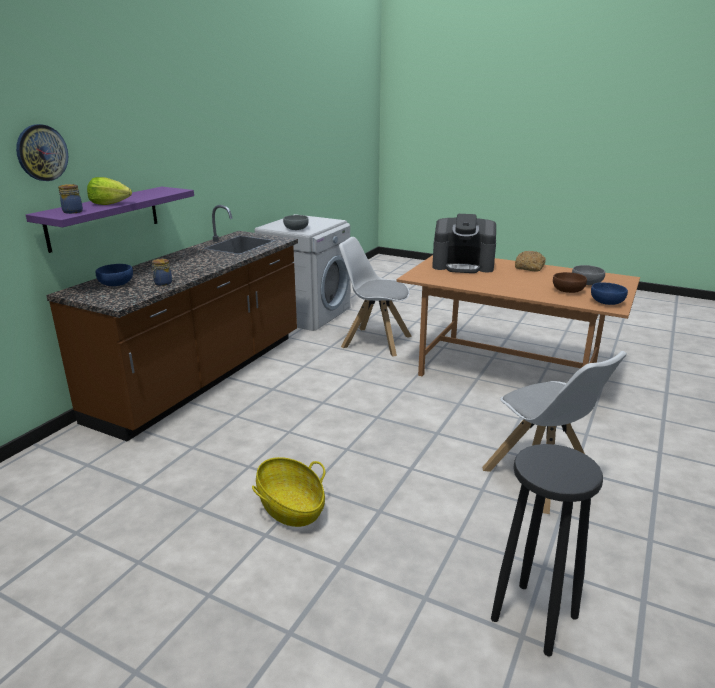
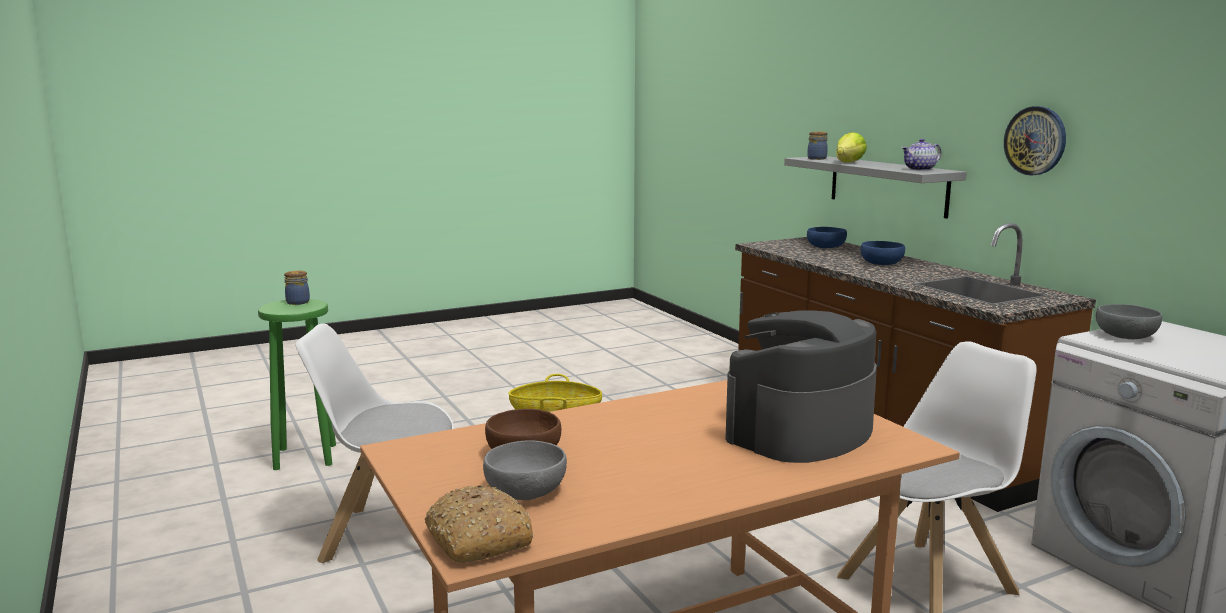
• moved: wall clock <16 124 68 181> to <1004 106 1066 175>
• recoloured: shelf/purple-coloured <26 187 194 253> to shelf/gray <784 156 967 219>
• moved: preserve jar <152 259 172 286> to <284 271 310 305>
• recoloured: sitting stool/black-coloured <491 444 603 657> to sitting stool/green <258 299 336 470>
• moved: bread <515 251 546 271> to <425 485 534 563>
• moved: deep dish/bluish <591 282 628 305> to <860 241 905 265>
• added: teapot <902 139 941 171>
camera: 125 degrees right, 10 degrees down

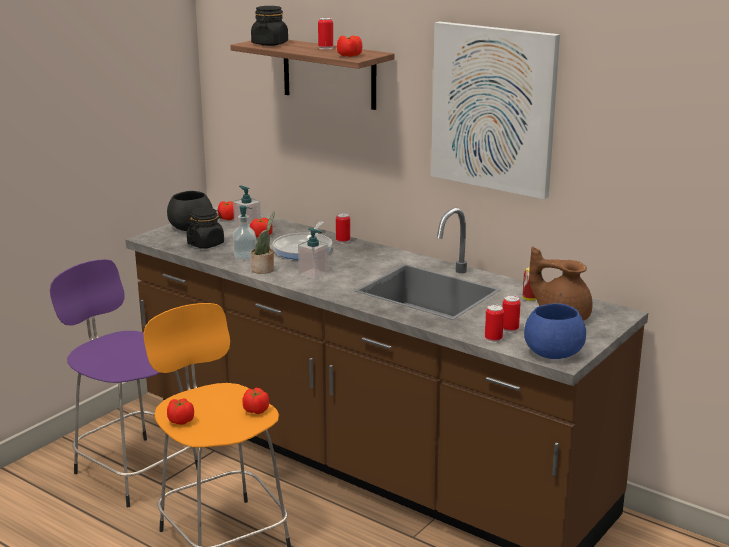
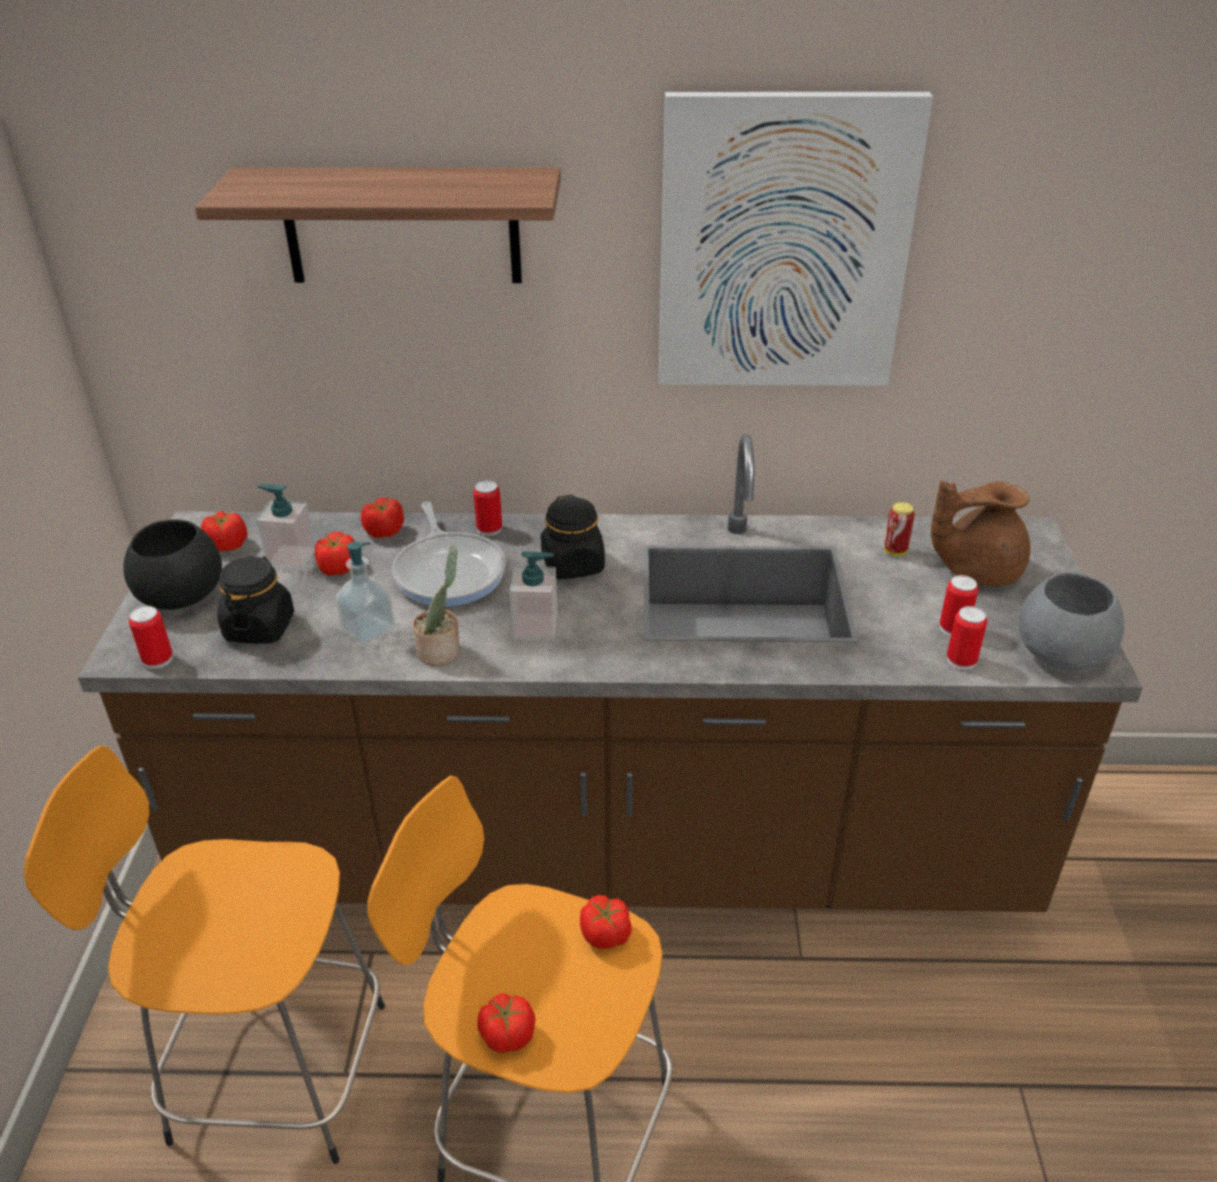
• recoloured: sitting stool/purple-coloured <50 259 198 507> to sitting stool/orange <23 746 385 1164>
• moved: preserve jar/black-coloured <251 6 288 46> to <541 495 605 579>
• moved: can <318 17 333 50> to <129 606 173 669>
• moved: tomato <337 35 362 57> to <361 498 404 538>
• recoloured: deep dish/bluish <524 303 586 359> to deep dish/gray <1018 572 1124 670>
camera: 35 degrees left, 15 degrees up

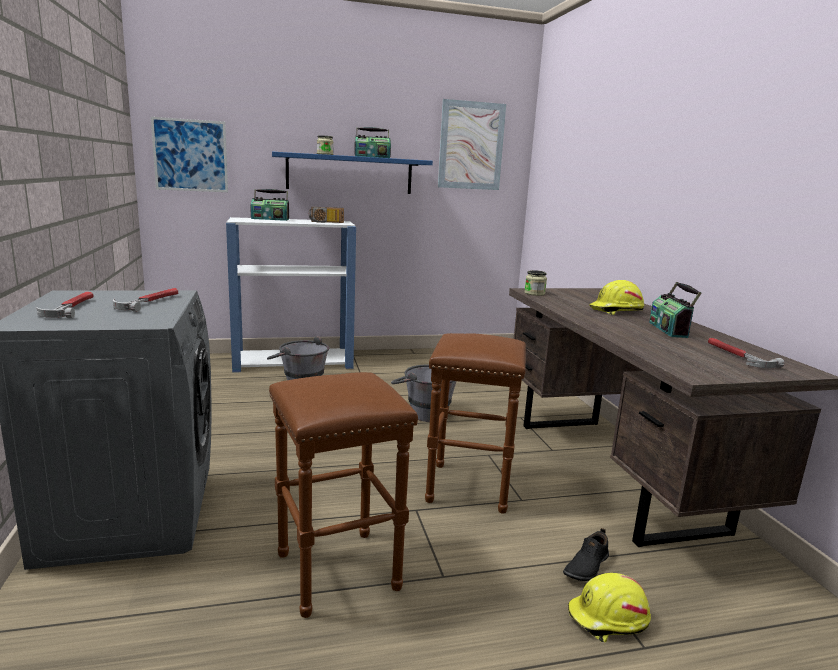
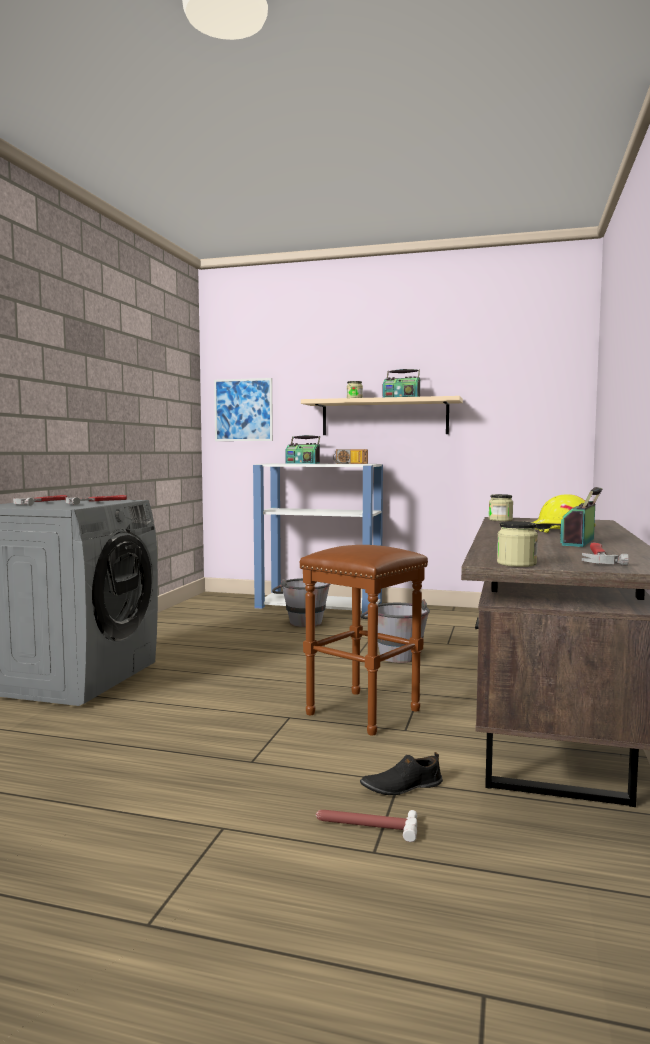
• removed: sitting stool/brown-coloured <269 372 418 618>
• recoloured: shelf/bluish <272 152 433 194> to shelf/sand-coloured <301 396 463 435>
• removed: picture <438 99 506 190>
• replaced: hard hat/yellow-coloured <568 573 651 642> to hammer <316 810 417 842>
• added: preserve jar <497 521 538 567>
camera: 30 degrees right, 10 degrees down

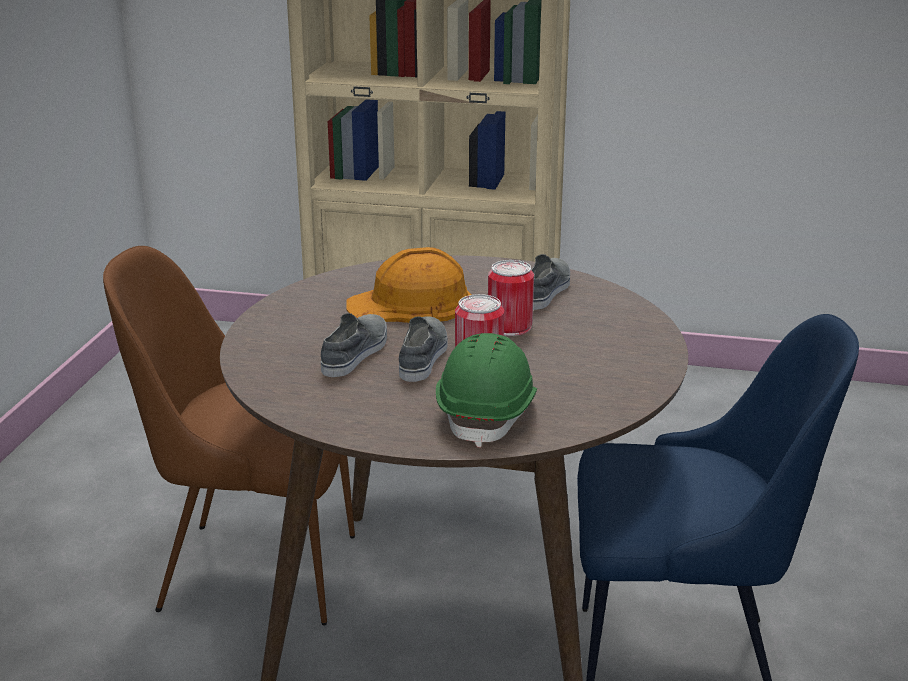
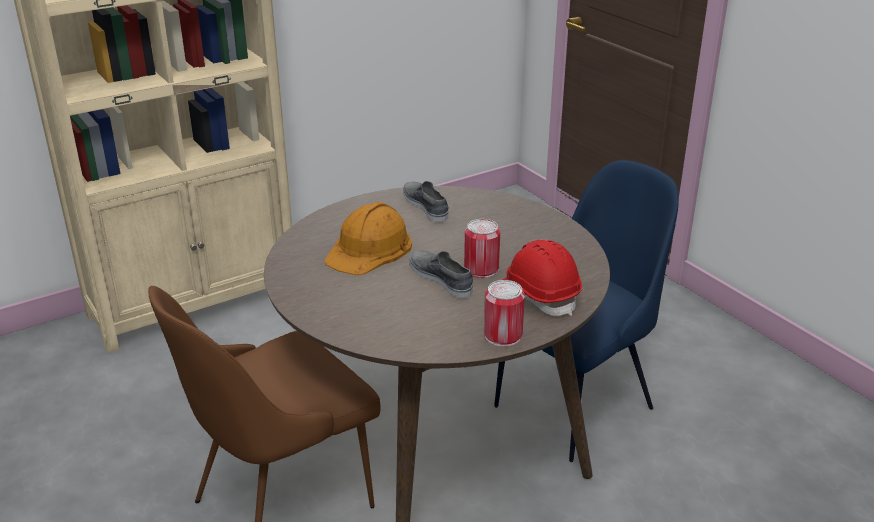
• removed: low shoe/gray <321 313 387 377>
• recoloured: hard hat/green <436 333 537 447> to hard hat/red <503 240 582 316>
• moved: can <488 260 534 336> to <484 280 525 347>
camera: 45 degrees left, 5 degrees up

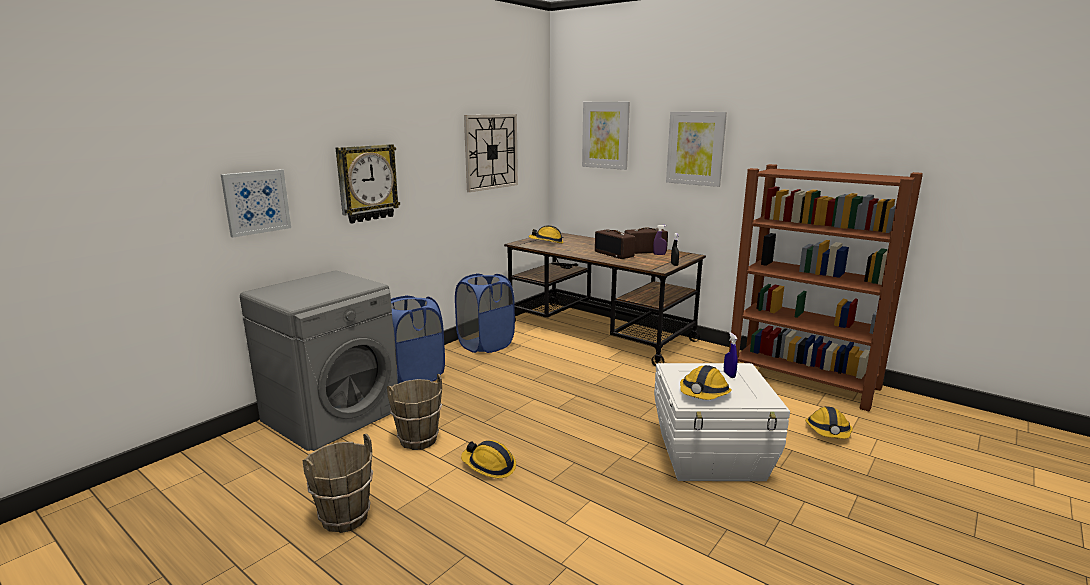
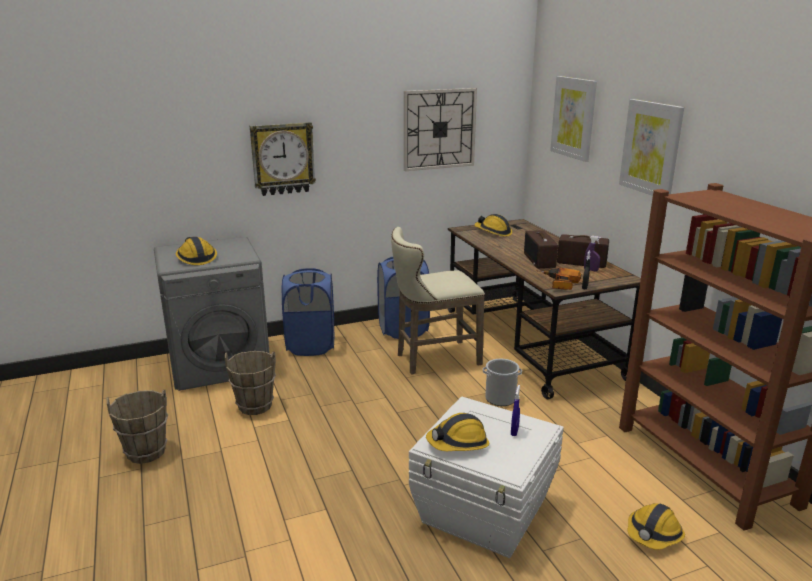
• removed: picture <220 169 291 237>
• moved: hard hat <461 440 516 478> to <176 237 217 265>
• added: sitting stool/sand-coloured <391 227 485 375>
• added: pail <483 359 522 406>
• added: electric drill <536 268 581 290>
camera: 30 degrees right, 5 degrees up

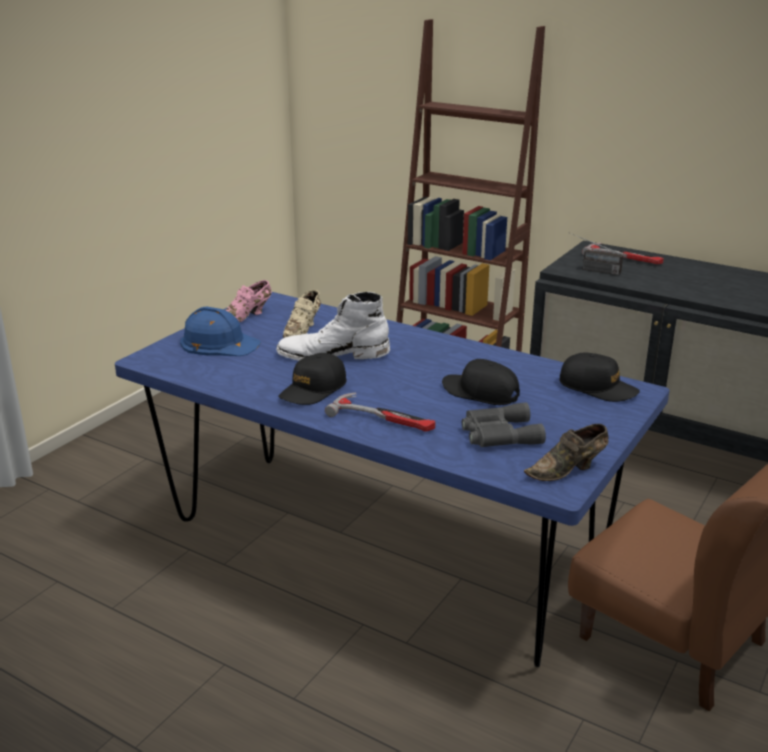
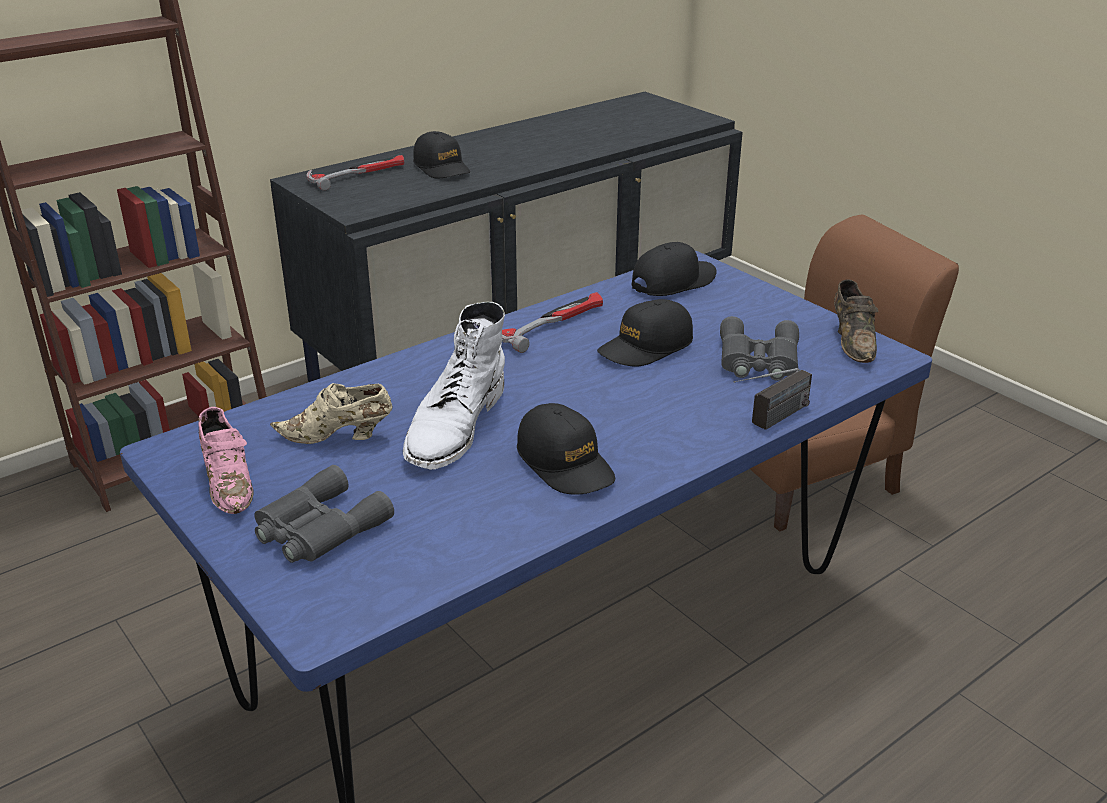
• replaced: hard hat/bluish <180 307 261 356> to binoculars/gray <254 465 394 563>
• turned: low shoe/sand-coloured <283 290 321 338> = <270 383 392 444> 135 degrees clockwise
• moved: hammer <325 393 435 432> to <502 292 603 353>
• moved: radio receiver <570 233 623 275> to <734 368 812 430>
• added: peaked cap/black-coloured <413 131 470 178>
camera: 70 degrees left, 5 degrees up

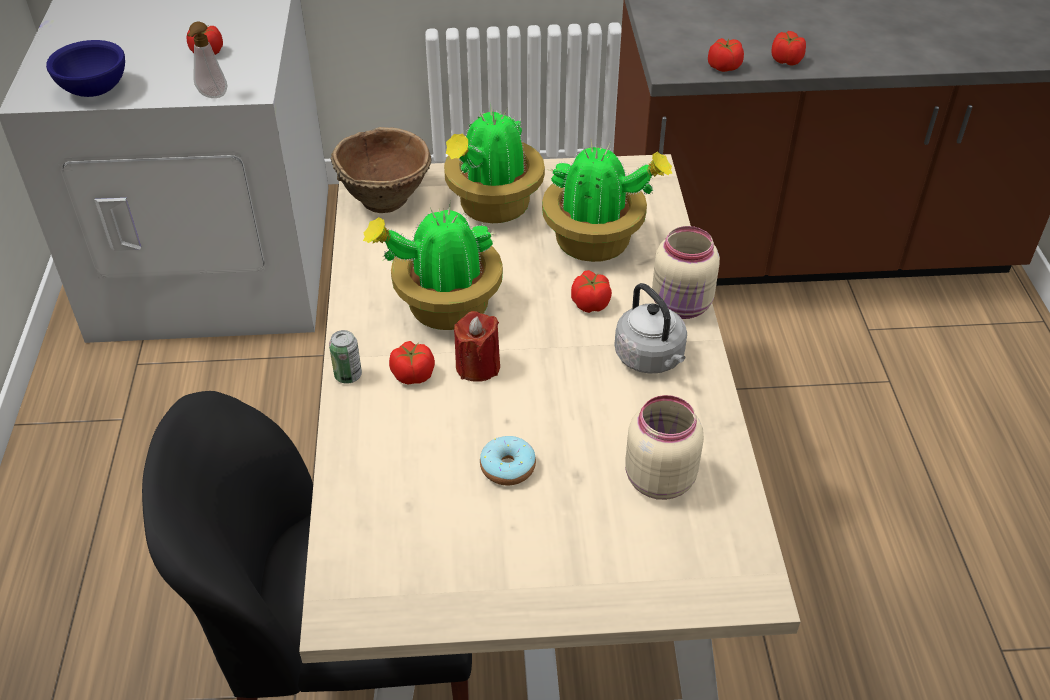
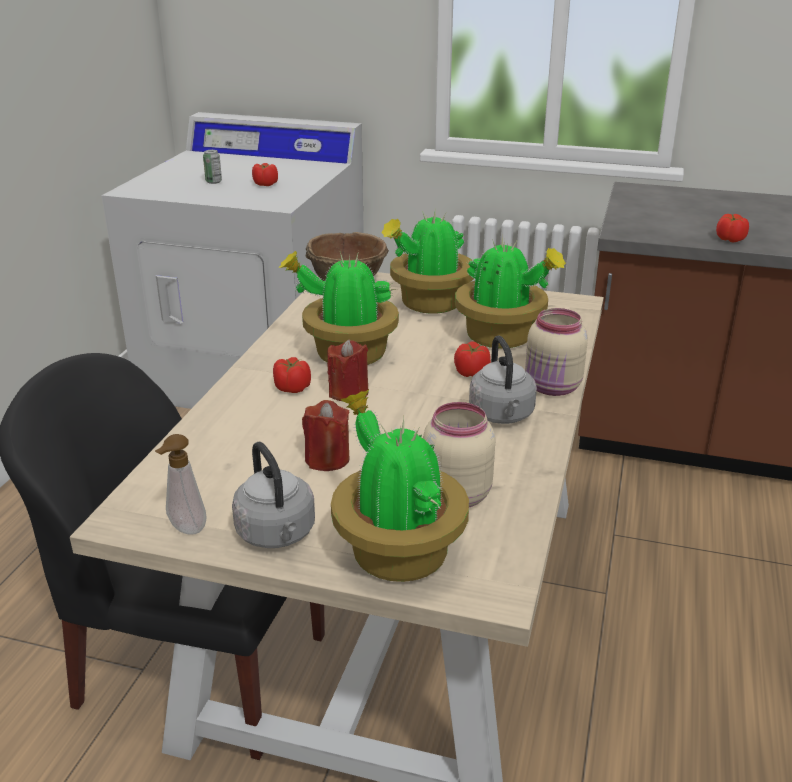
• removed: deep dish/bluish <46 40 125 97>
• moved: soap dispenser <187 22 228 98> to <155 434 206 535>
• moved: can <329 330 362 384> to <203 150 222 184>
• replaced: ring doughnut <480 436 536 485> to candle/red <302 400 350 471>
• removed: tomato <708 38 744 72>
• added: water kettle/gray <232 442 315 548>
• added: houseplant <331 389 469 582>
camera: 20 degrees right, 15 degrees down

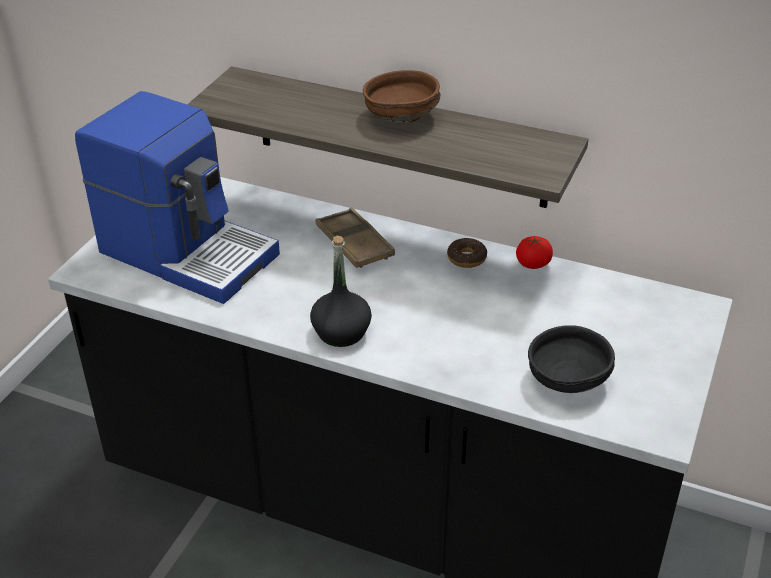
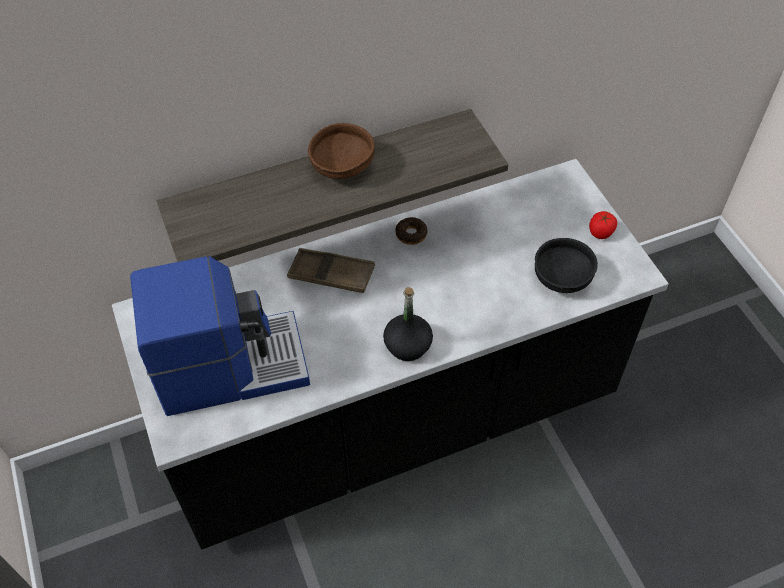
• moved: tomato <516 236 553 269> to <589 211 617 239>
camera: 45 degrees left, 15 degrees up

